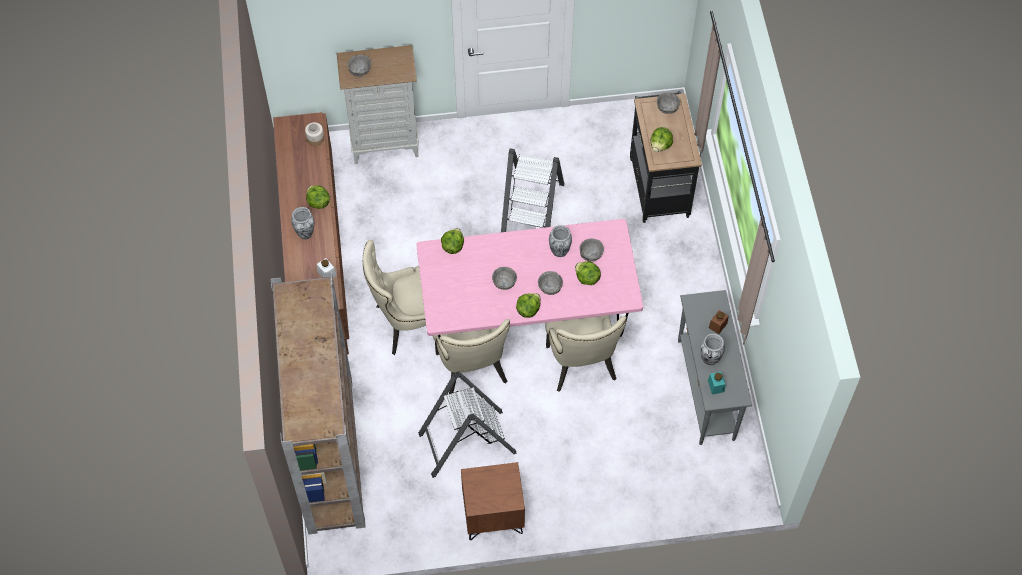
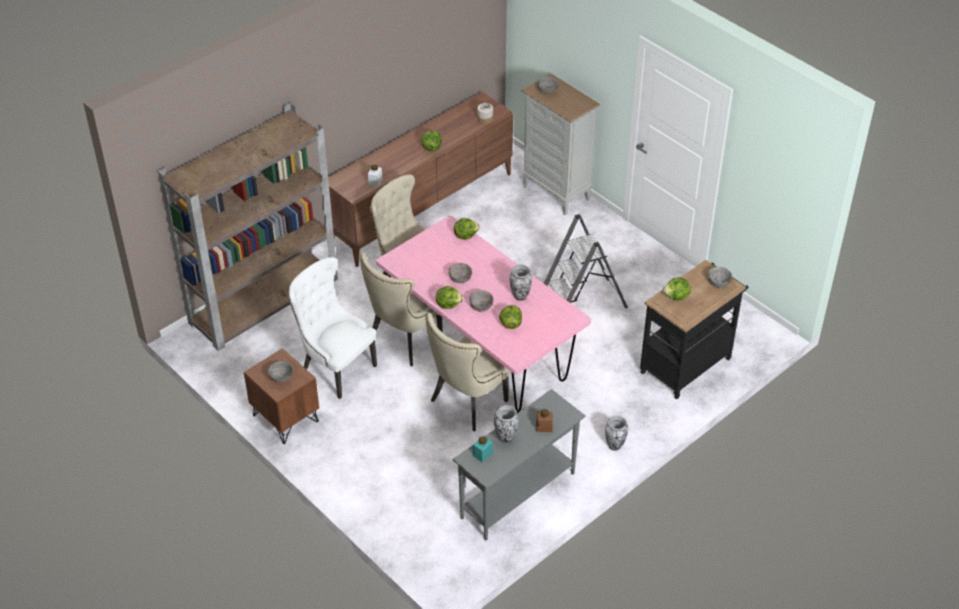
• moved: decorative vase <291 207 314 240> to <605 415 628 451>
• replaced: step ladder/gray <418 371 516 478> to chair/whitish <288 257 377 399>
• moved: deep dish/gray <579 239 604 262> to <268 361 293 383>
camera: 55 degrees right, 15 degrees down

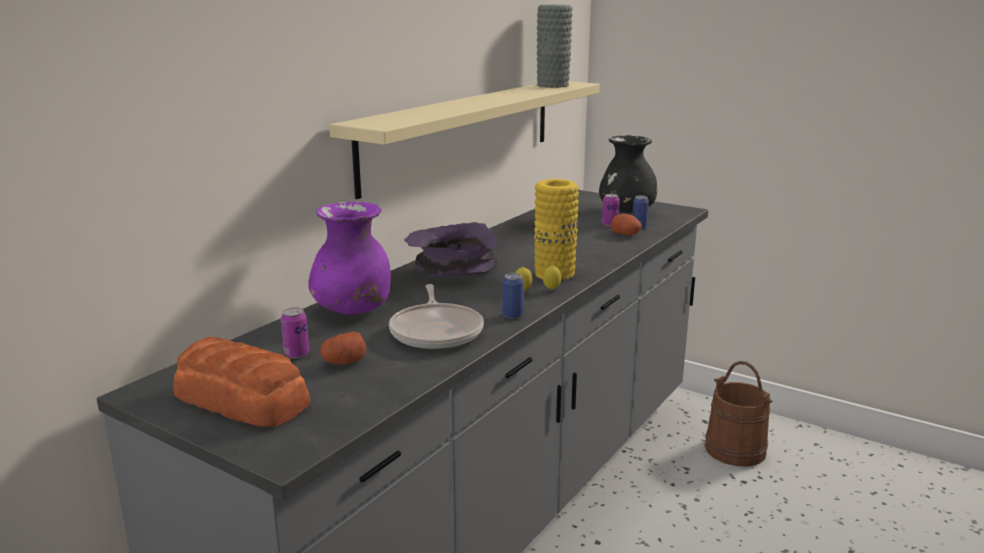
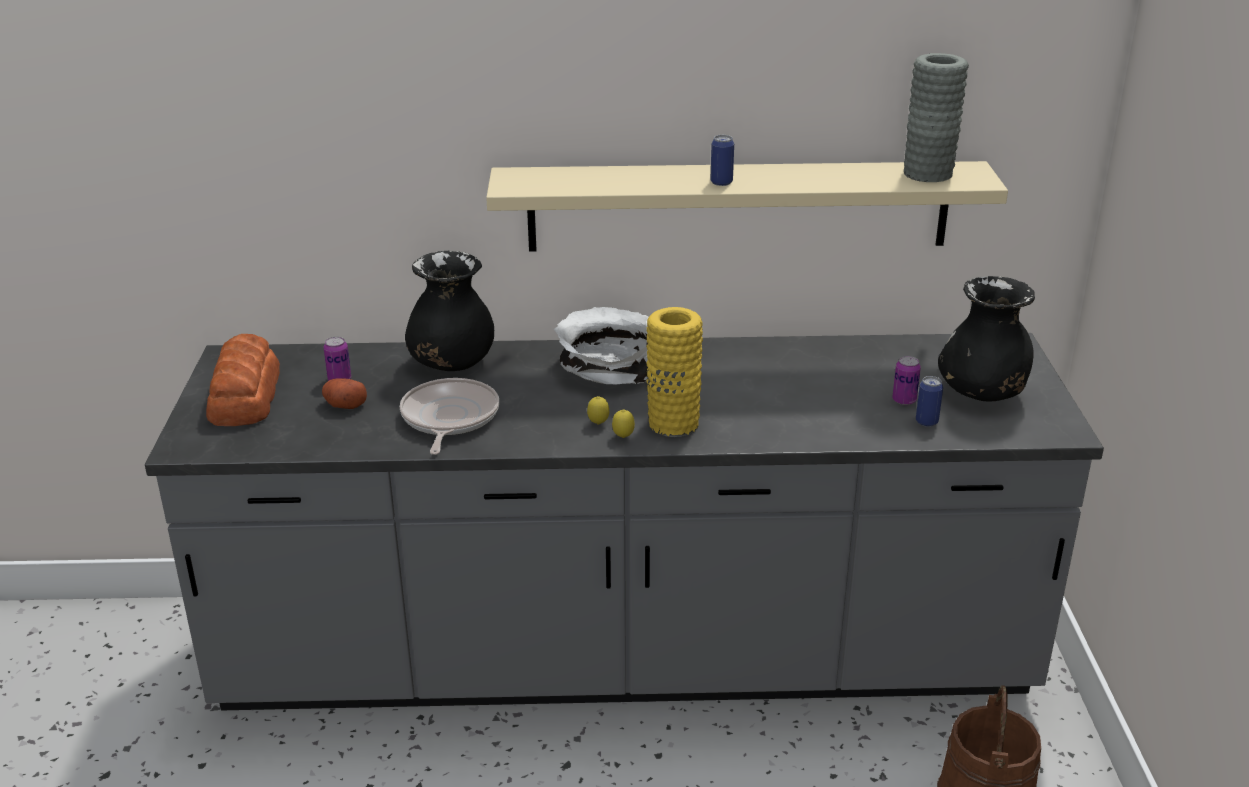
• recoloured: decorative vase/purple-coloured <308 202 391 315> to decorative vase/black-coloured <405 251 494 371>
• turned: pan <389 284 484 350> = <400 378 499 455> 135 degrees clockwise
• recoloured: deep dish/purple-coloured <404 222 497 277> to deep dish/whitish <554 307 648 384>
• moved: can <503 273 523 319> to <710 135 734 186>
• removed: potato <610 214 641 236>
camera: 55 degrees right, 10 degrees up

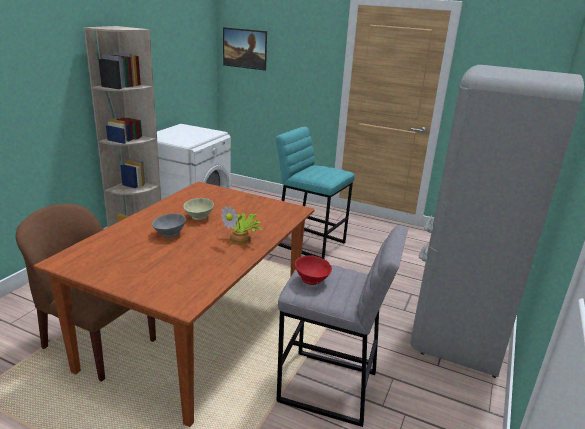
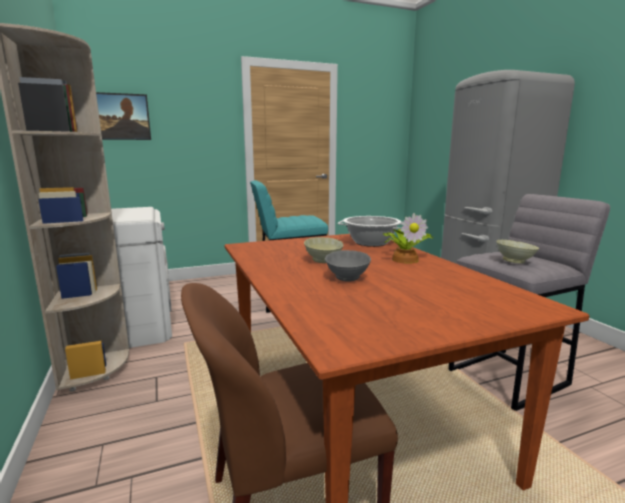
• recoloured: deep dish/red <295 256 332 285> to deep dish/sand-coloured <496 240 539 264>
• added: saucepot <337 216 402 247>
camera: 45 degrees left, 10 degrees down

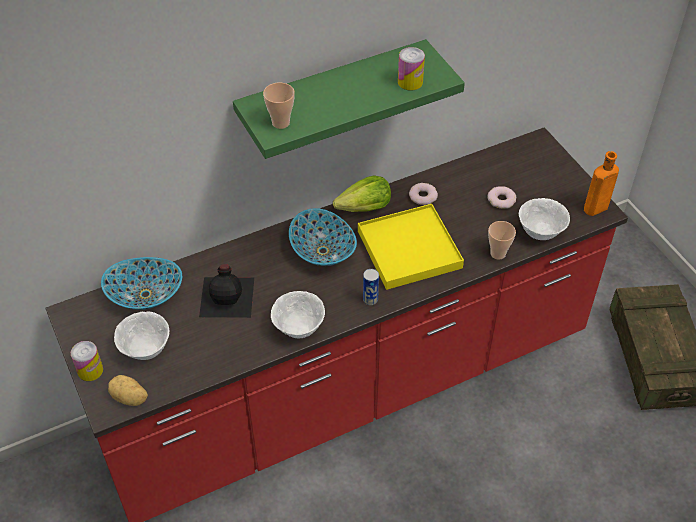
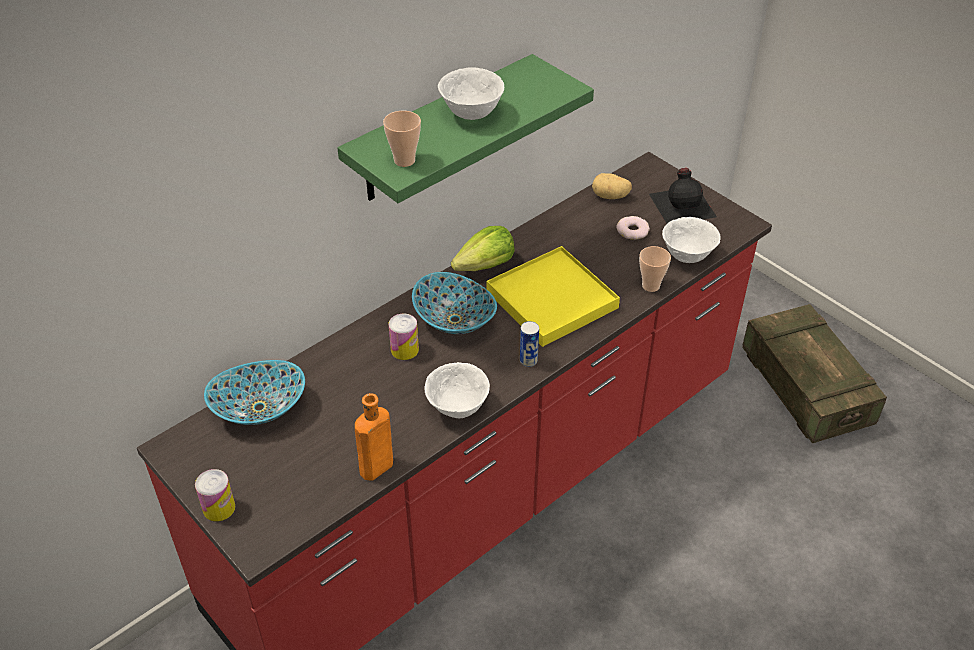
• moved: potato <108 375 148 406> to <592 173 632 199>
• moved: deep dish/whitish <114 312 169 360> to <438 67 504 120>
• moved: beverage bottle/black-coloured <199 264 254 318> to <649 168 717 224>
• moved: can <398 47 425 91> to <389 313 419 360>
• removed: ring doughnut <409 183 438 205>
• moved: beverage bottle/orange <584 151 619 216> to <355 393 393 481>
camera: 15 degrees left, 5 degrees down

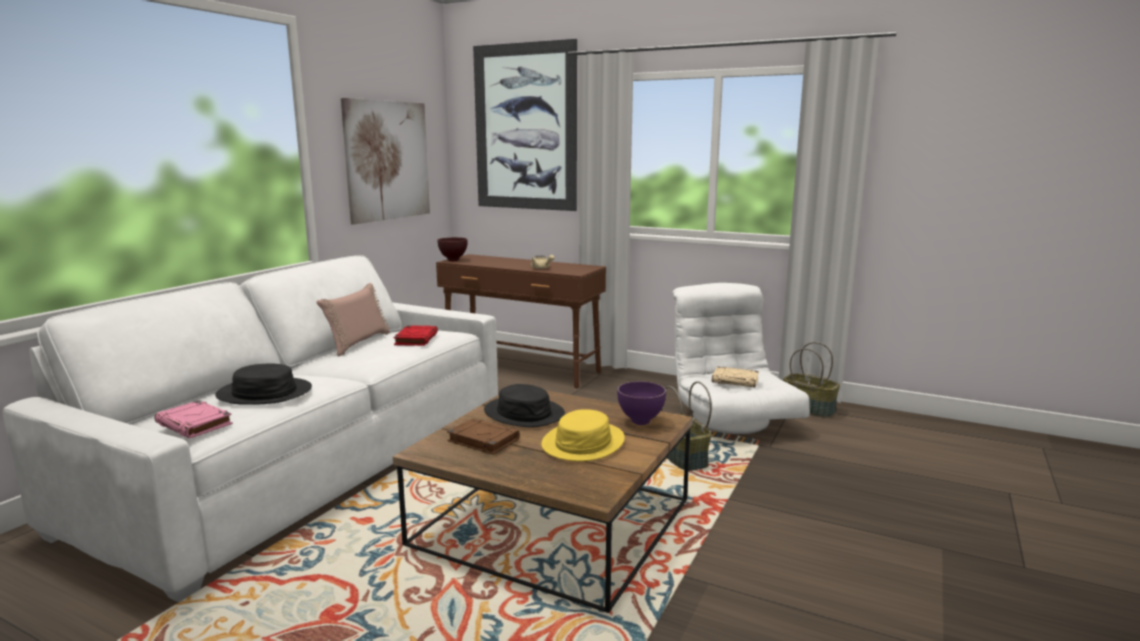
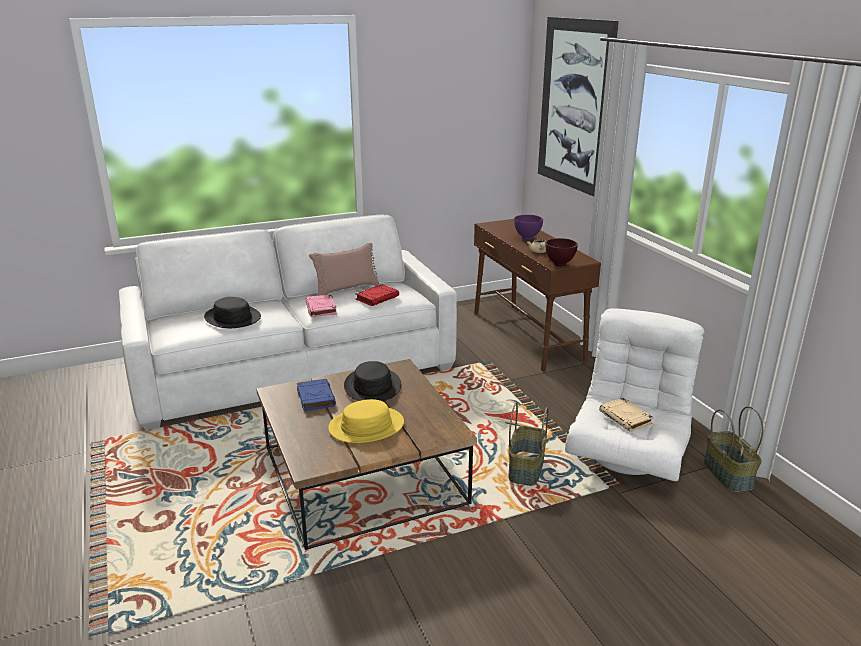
• moved: bound book/pink <154 400 233 438> to <305 294 337 317>
• removed: picture <341 98 430 225>
• moved: deep dish/brown-coloured <438 237 468 261> to <545 238 578 267>
• recoloured: bound book/brown-coloured <447 418 520 455> to bound book/bluish <297 379 336 411>
• moved: deep dish/purple-coloured <617 381 666 425> to <514 215 543 240>
camera: 40 degrees right, 10 degrees up

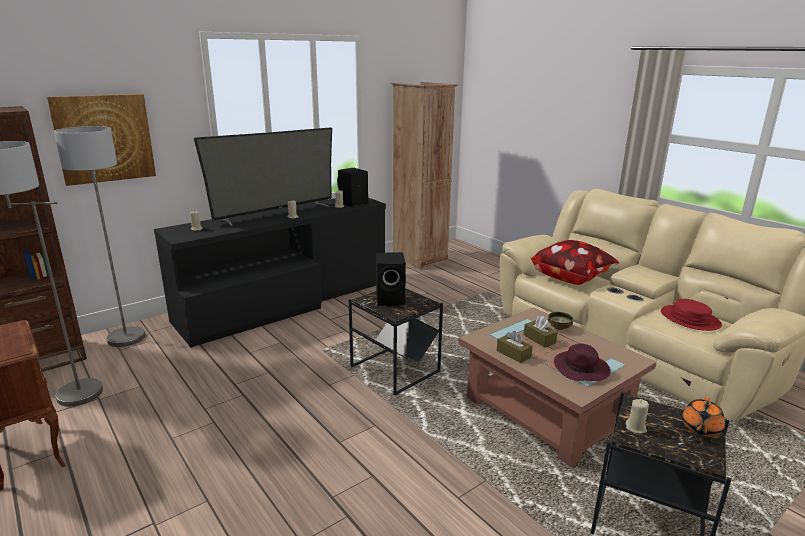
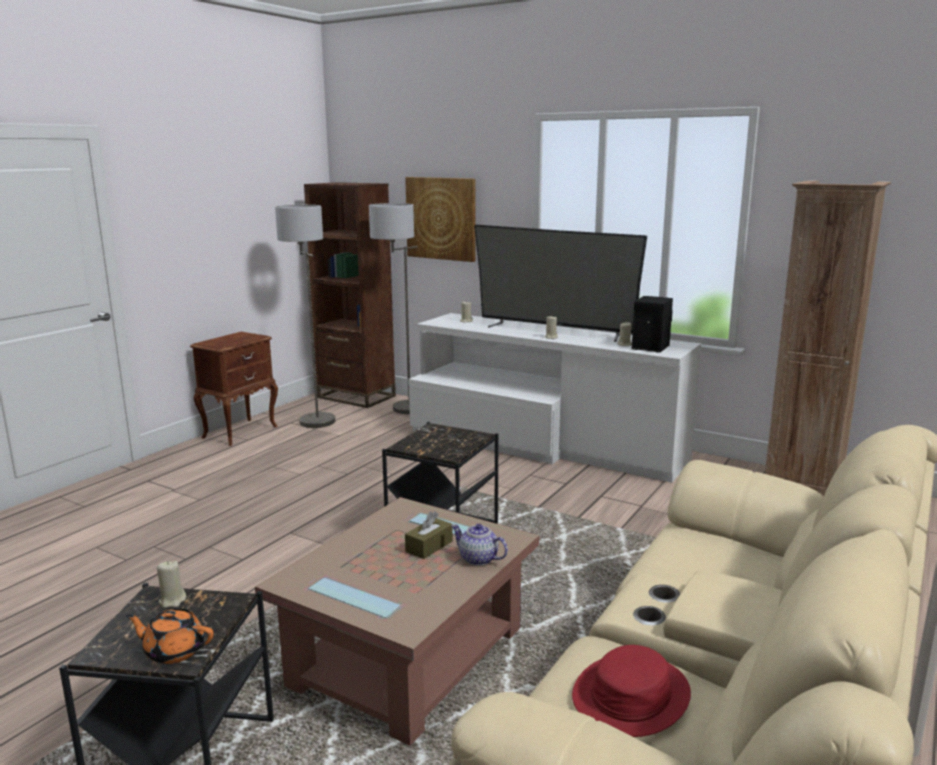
• recoloured: media console/black-coloured <154 198 386 348> to media console/whitish <408 313 701 483>
• removed: loudspeaker/black-coloured <376 252 406 306>
• removed: tissue holder/brown-coloured <497 331 533 363>
• removed: pillow <531 240 619 285>
• replaced: deep dish <548 312 573 330> to teapot <451 524 508 566>
• removed: wearable hat/purple-coloured <554 344 611 381>
camera: 70 degrees right, 5 degrees down

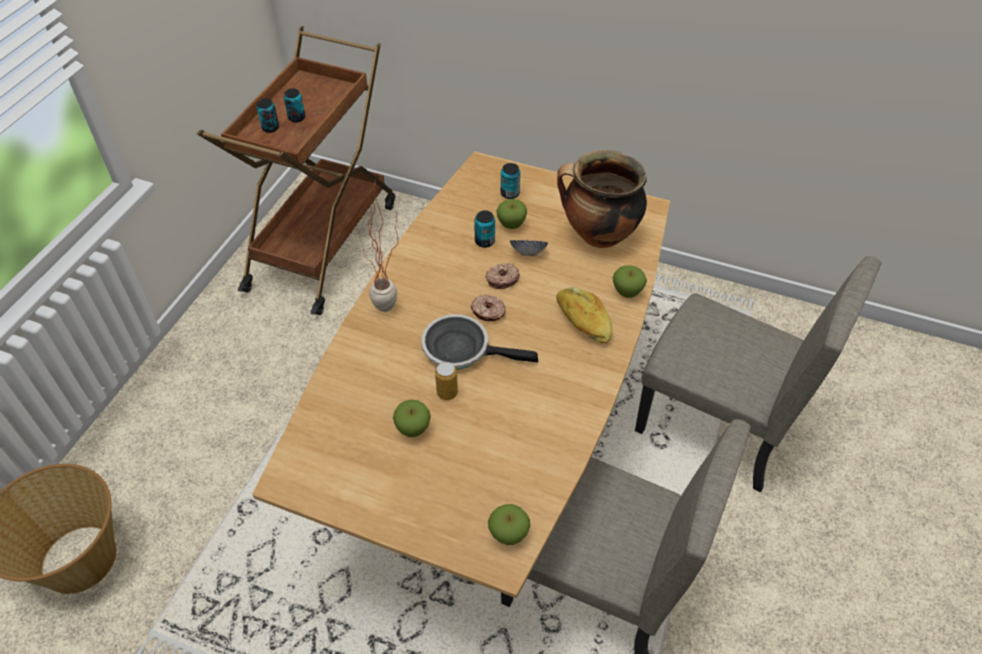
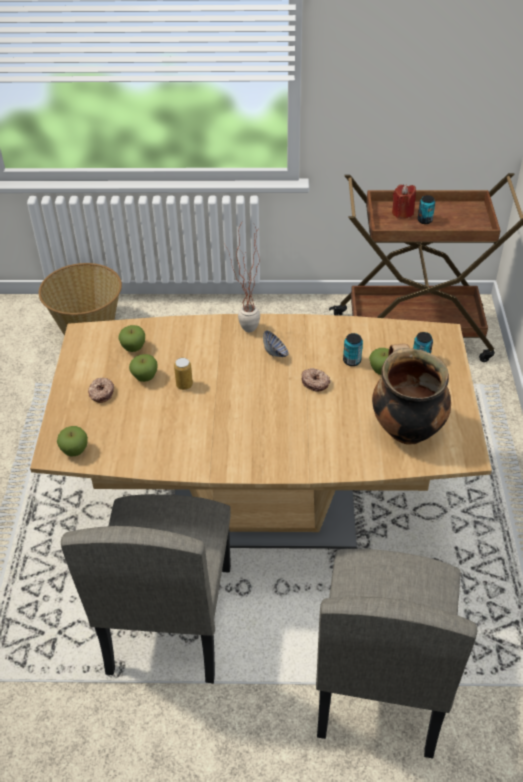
• replaced: can <257 99 279 133> to candle/red <392 185 416 219>
• removed: pan <421 314 538 370>
• moved: ring doughnut <471 294 506 321> to <88 378 114 403>
• moved: deep dish <510 240 548 256> to <263 330 289 358>
• removed: bread <556 287 612 343>
• moved: apple fruit <613 265 647 298> to <118 325 145 352>
camera: 70 degrees right, 5 degrees down

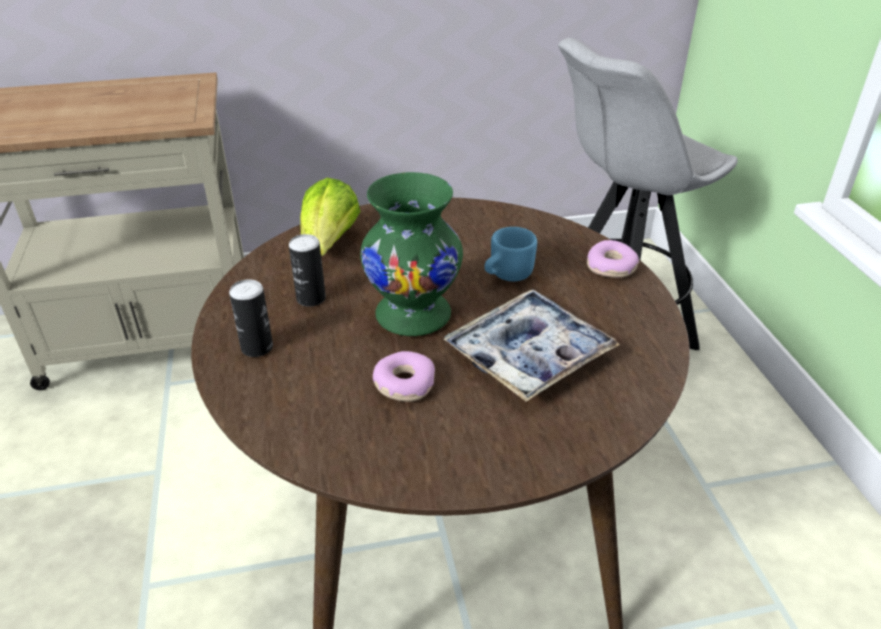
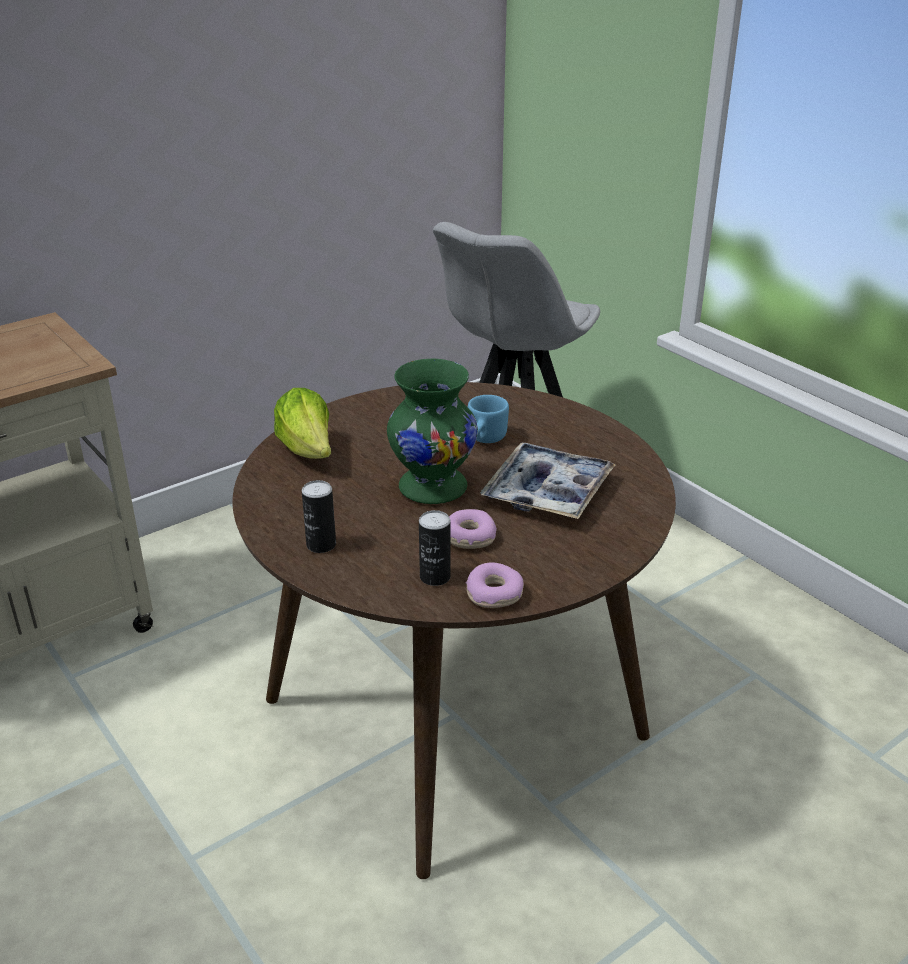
• moved: can <289 234 326 307> to <419 510 451 586>
• moved: ring doughnut <587 240 639 278> to <466 563 524 608>
camera: 25 degrees left, 5 degrees down

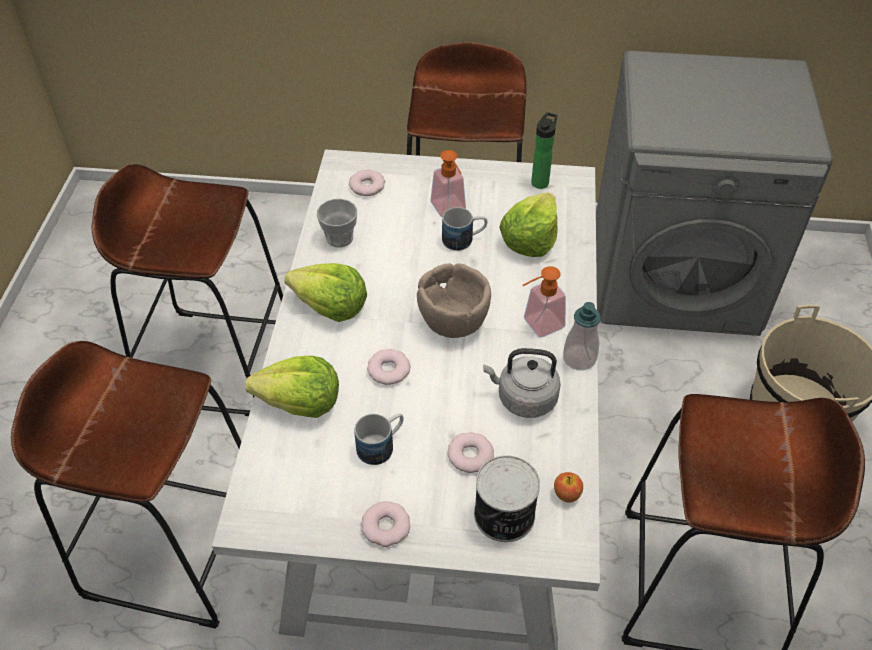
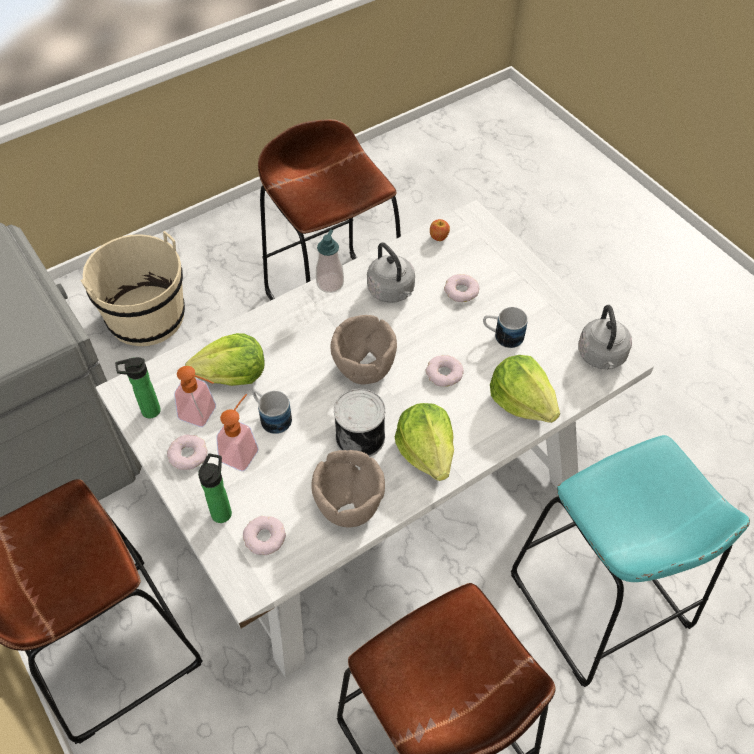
• recoloured: sitting stool/brown-coloured <11 341 241 629> to sitting stool/blue-green <511 435 750 687>
• replaced: small cup <317 199 357 248> to deep dish/brown-coloured <311 450 385 528>
• moved: ring doughnut <361 501 410 547> to <167 435 208 470>
• moved: can <474 455 540 542> to <334 389 385 457>
• moved: soap dispenser <523 266 566 338> to <174 366 216 427>
• added: beverage bottle <198 454 232 523>
• added: water kettle/gray <578 305 632 370>
camera: 130 degrees left, 5 degrees up

